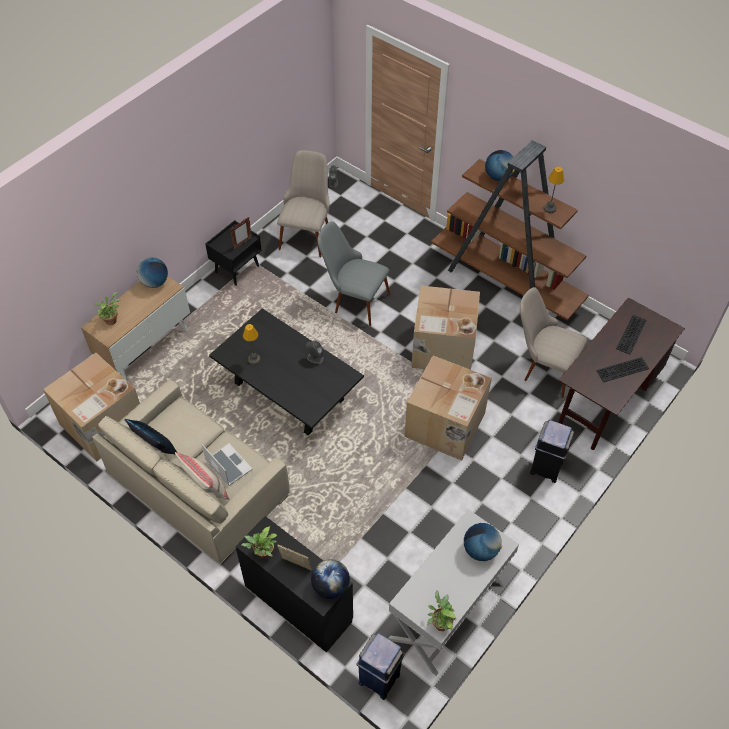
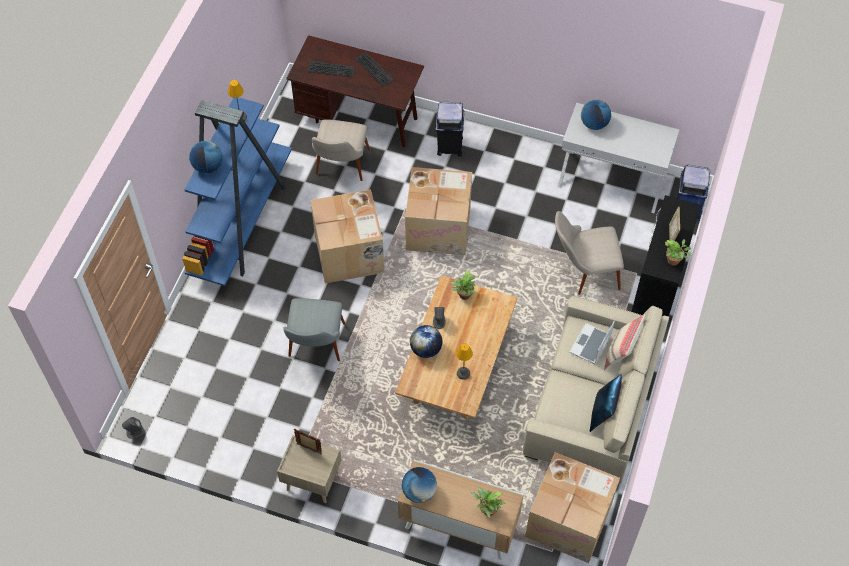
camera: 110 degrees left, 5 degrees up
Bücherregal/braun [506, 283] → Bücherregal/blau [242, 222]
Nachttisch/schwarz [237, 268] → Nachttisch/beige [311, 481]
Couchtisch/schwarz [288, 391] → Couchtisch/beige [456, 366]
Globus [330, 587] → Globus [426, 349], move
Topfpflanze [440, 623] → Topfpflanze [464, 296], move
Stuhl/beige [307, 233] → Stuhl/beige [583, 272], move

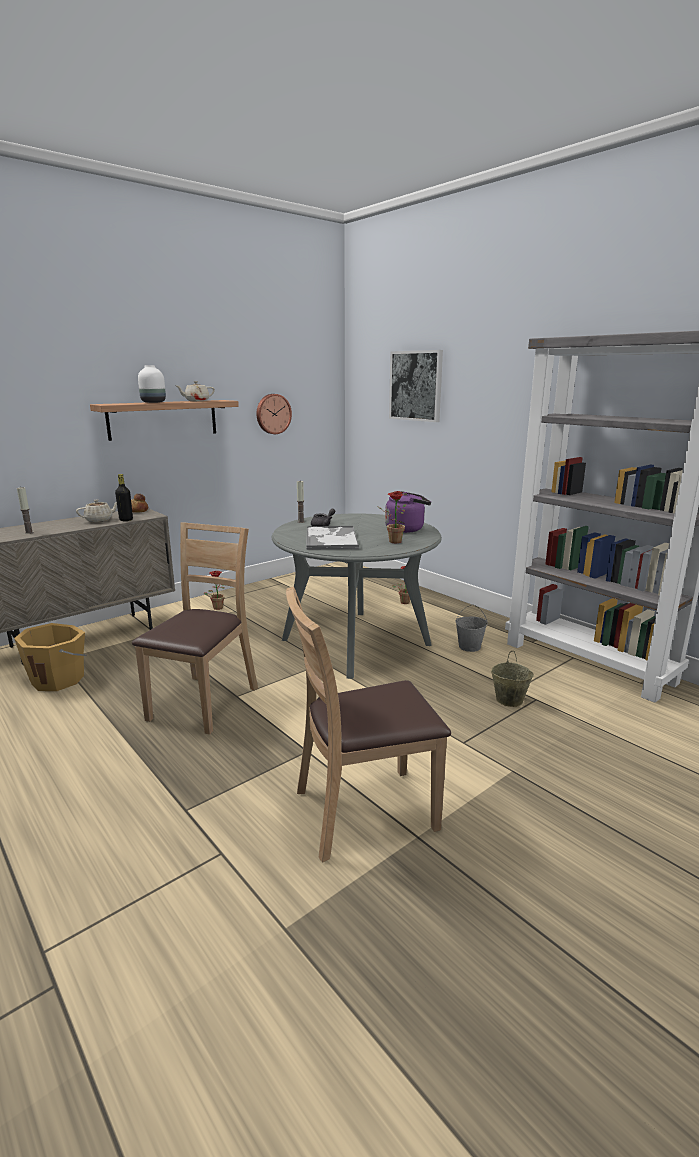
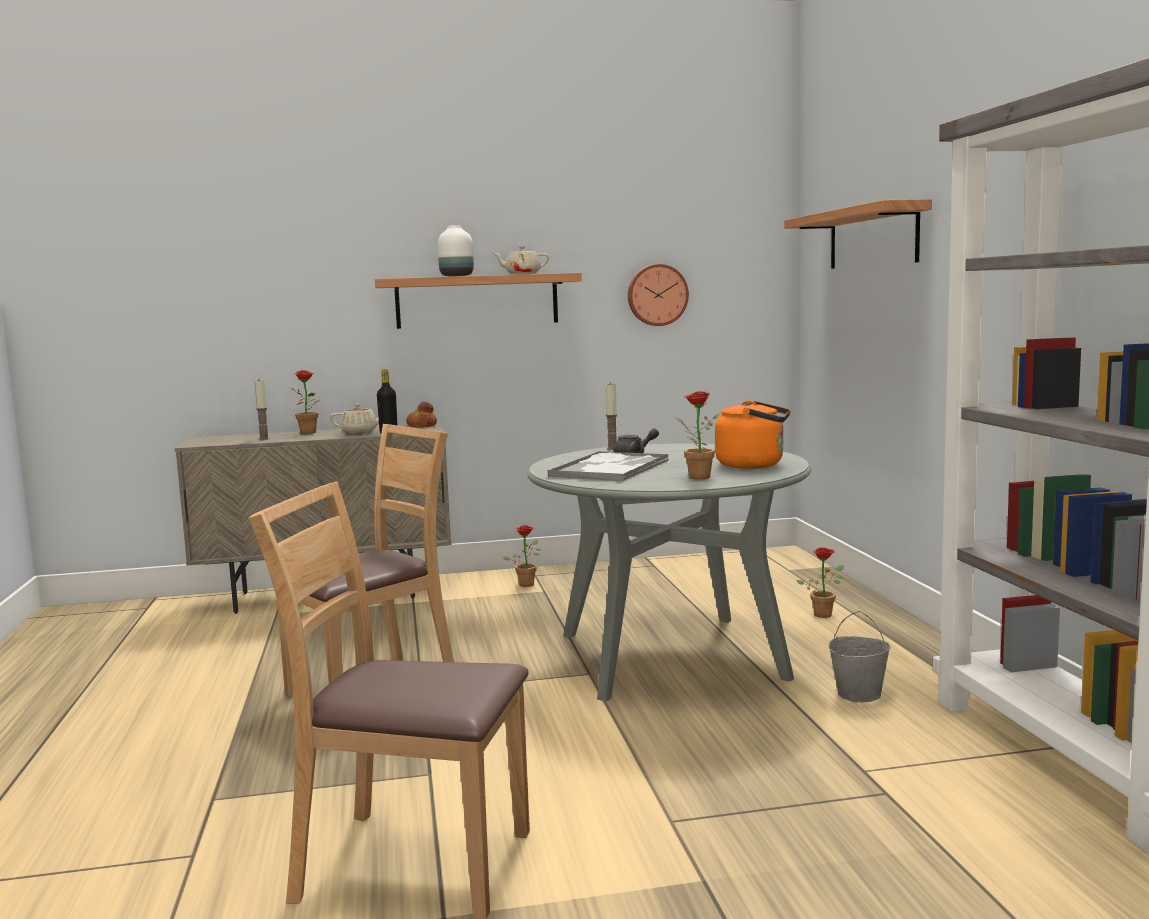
camera: 30 degrees right, 10 degrees down
- → Topfpflanze [310, 433]
Wasserkessel/lila [407, 529] → Wasserkessel/orange [754, 465]
Bild [416, 386] → Wandregal [872, 238]
Eimer/orange [59, 679] → -
Eimer/beige [508, 700] → -

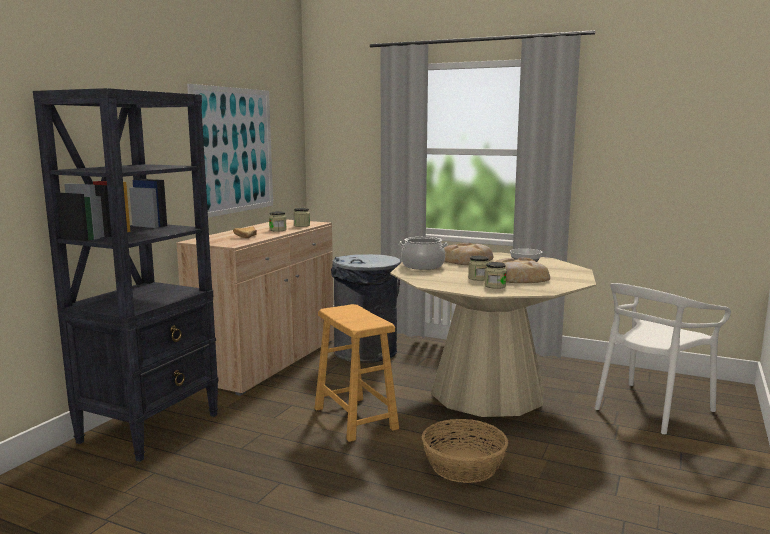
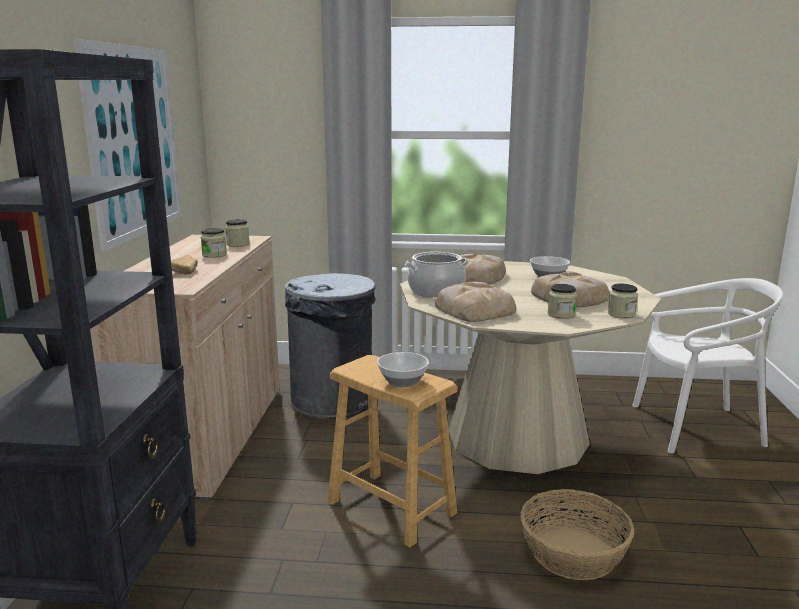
camera: 20 degrees left, 5 degrees up
- → Schüssel [403, 382]
- → Brot [475, 309]
Vorratsglas [478, 278] → Vorratsglas [621, 314], move
Stuhl/weiß [651, 408] → Stuhl/weiß [695, 428], 120 degrees counterclockwise

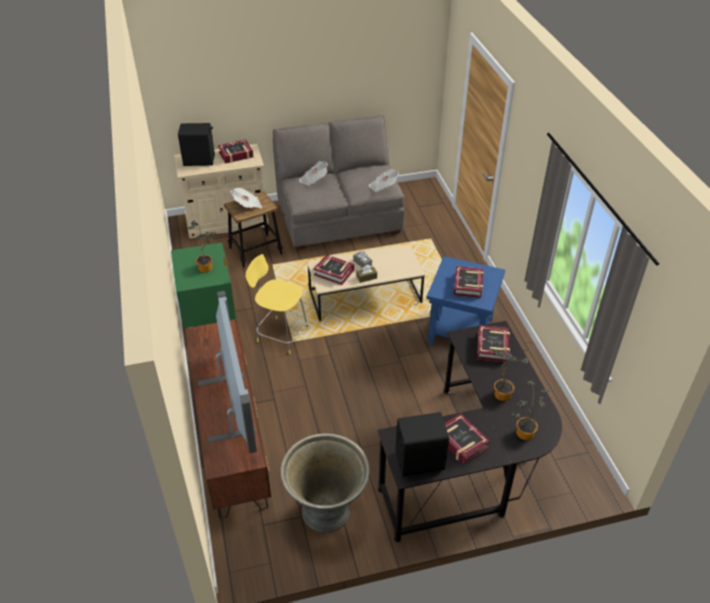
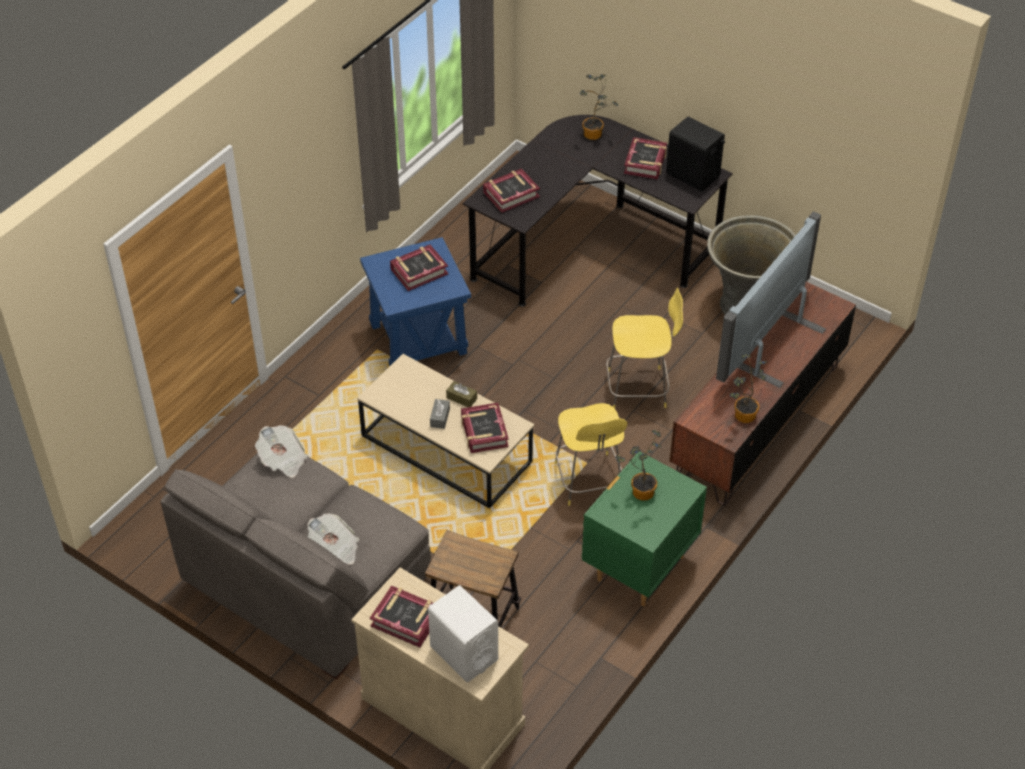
camera: 130 degrees left, 5 degrees up
Lautsprecher/schwarz [199, 160] → Lautsprecher/weiß [463, 653]
- → Hocker/gelb [639, 389]
Topfpflanze [502, 392] → Topfpflanze [742, 417], move
Zeitung [247, 205] → -

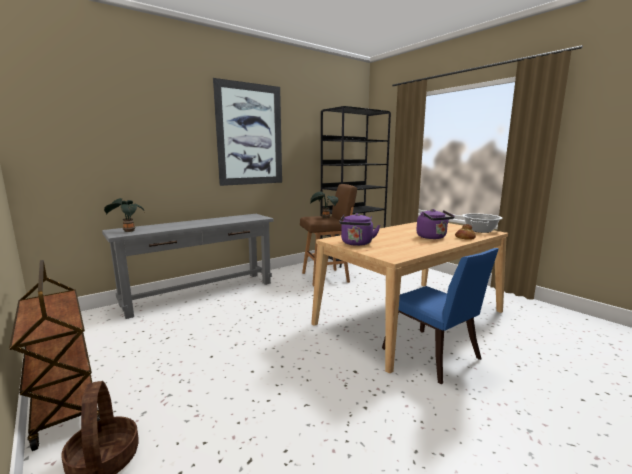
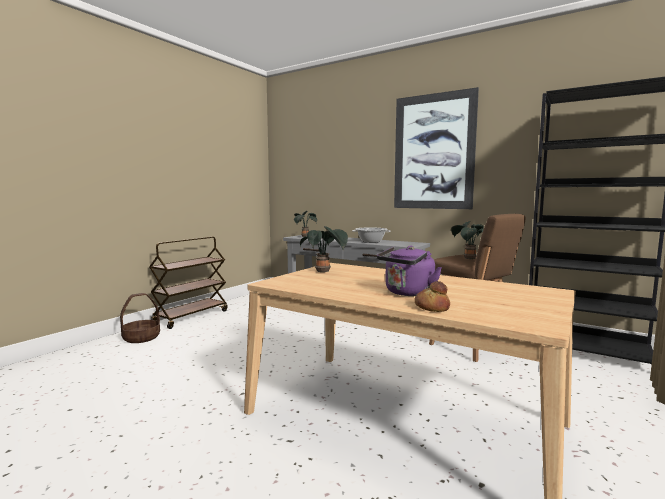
camera: 70 degrees right, 5 degrees down
Wasserkessel/lila [356, 244] → Topfpflanze [324, 271]
Kochtopf [480, 230] → Kochtopf [371, 241], move
Stuhl/blau [434, 357] → -

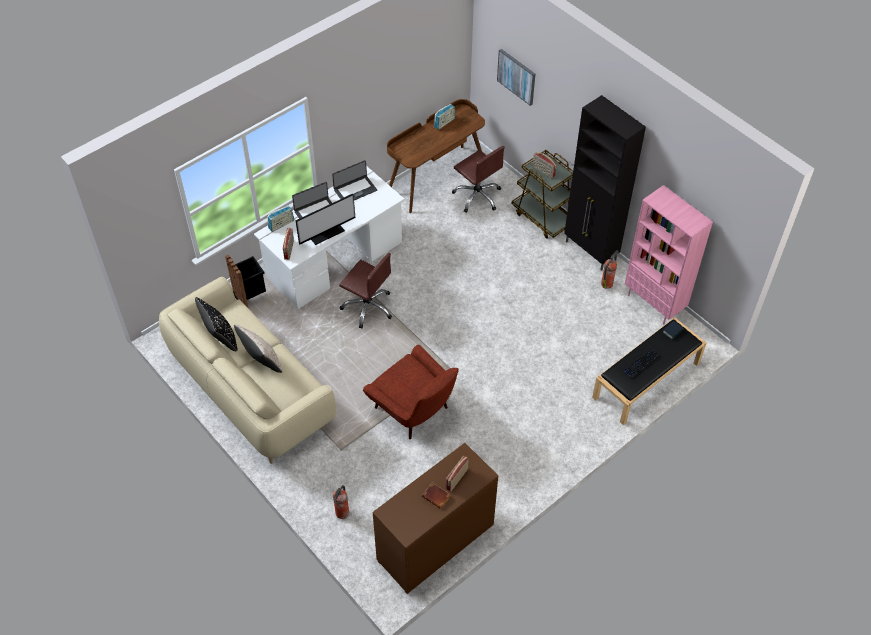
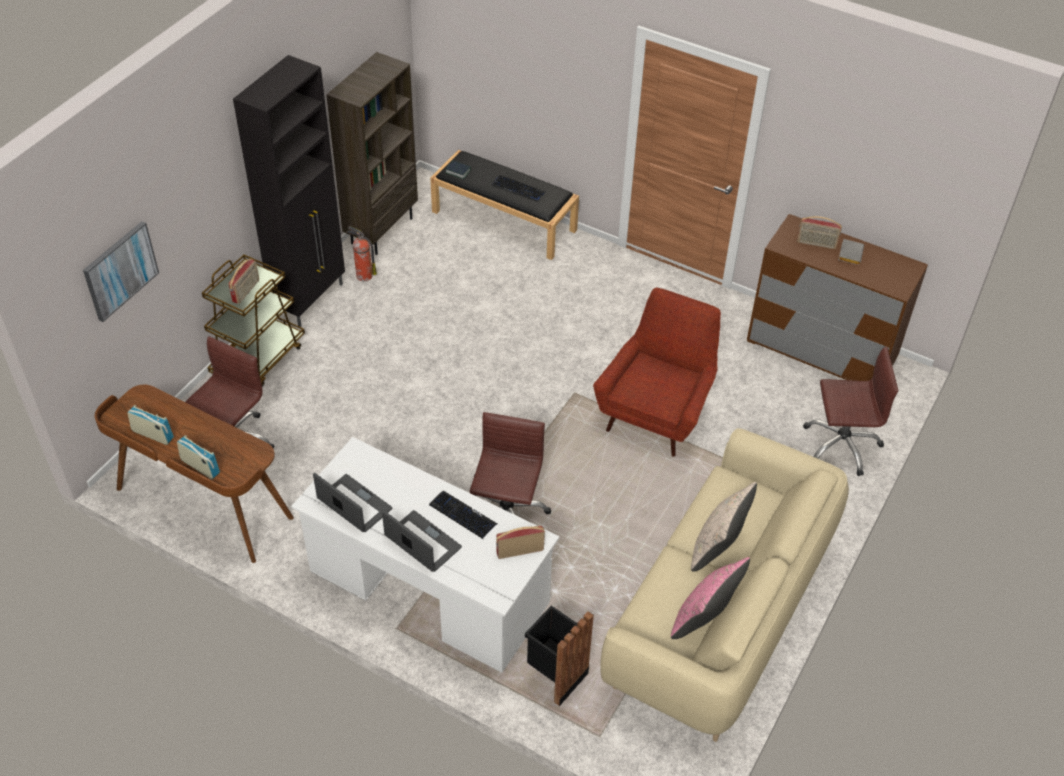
camera: 110 degrees left, 5 degrees down
Radio [281, 224] → Radio [200, 466], move
Bücherregal/rosa [654, 303] → Bücherregal/braun [381, 230]
Monitor [325, 232] → Tastatur [462, 515]
Kissen/schwarz [220, 337] → Kissen/rosa [703, 618]
Feuerlöscher [342, 513] → Bürostuhl/braun [841, 444]
Buch/braun [437, 496] → Buch/grau [849, 253]

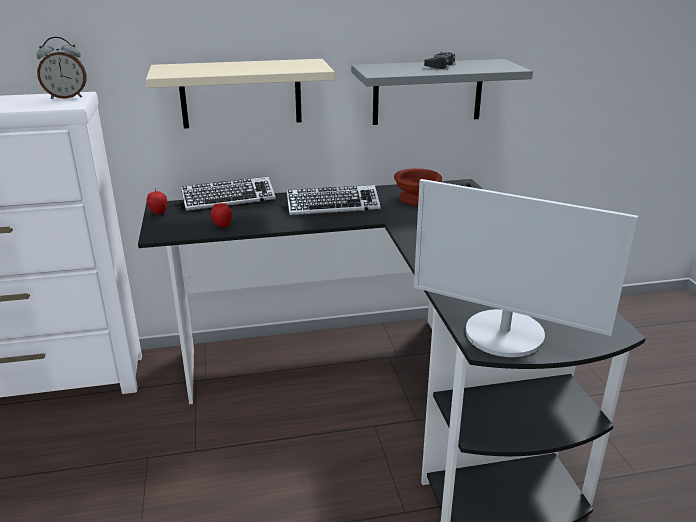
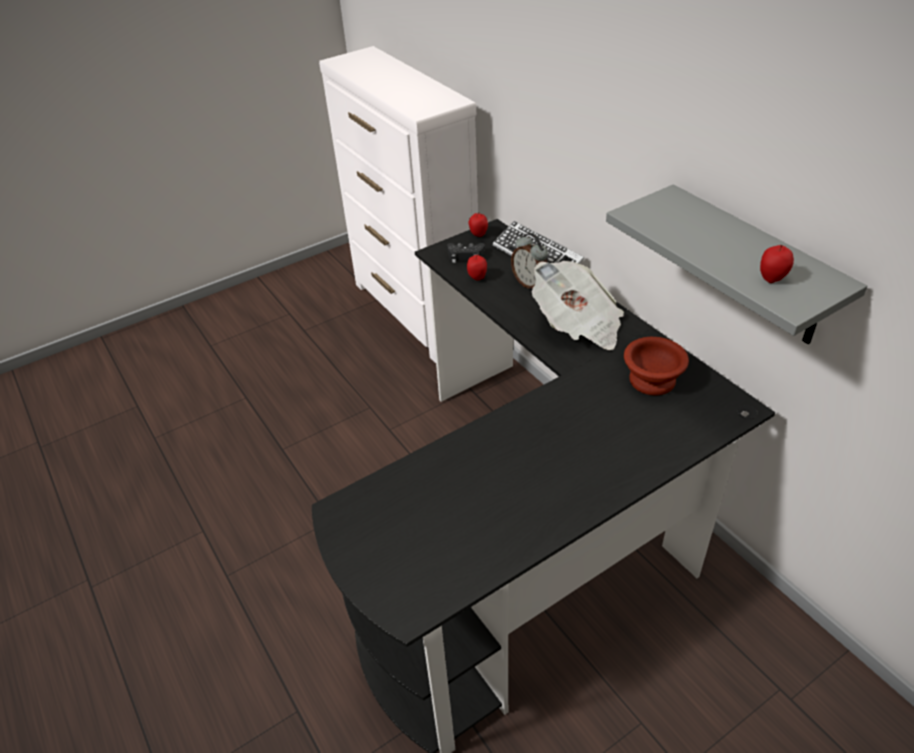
camera: 70 degrees right, 15 degrees up
Gamepad/schwarz [440, 66] → Gamepad/schwarz [465, 256], move
Wecker [67, 97] → Wecker [530, 283], move
Tastatur [333, 206] → Zeitung [578, 325]
- → Apfel [772, 279]
Wandregal/beige [241, 93] → -
Monitor [504, 334] → -

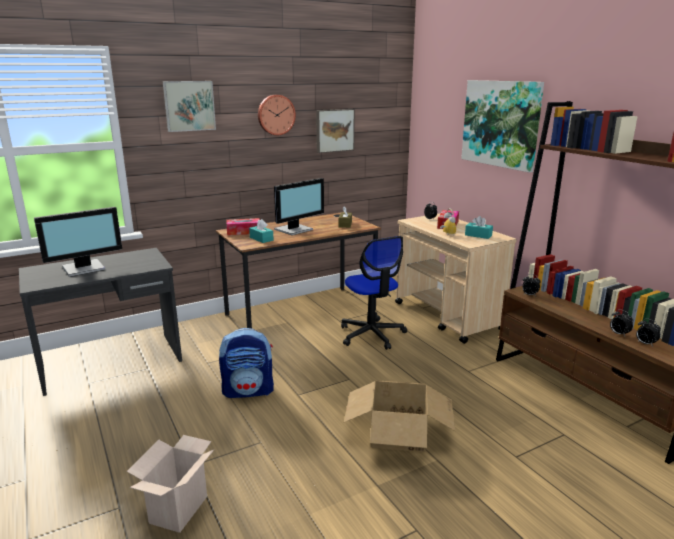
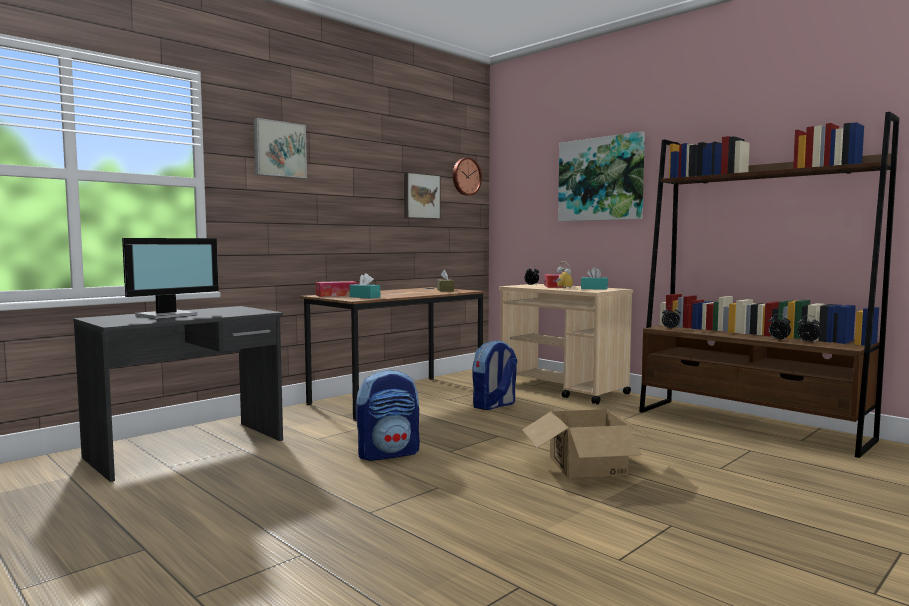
camera: 15 degrees left, 15 degrees down
Wanduhr [275, 115] → Wanduhr [465, 176], move
Bürostuhl [372, 334] → Rucksack [494, 405]
Karton [178, 508] → -
Monitor [295, 230] → -

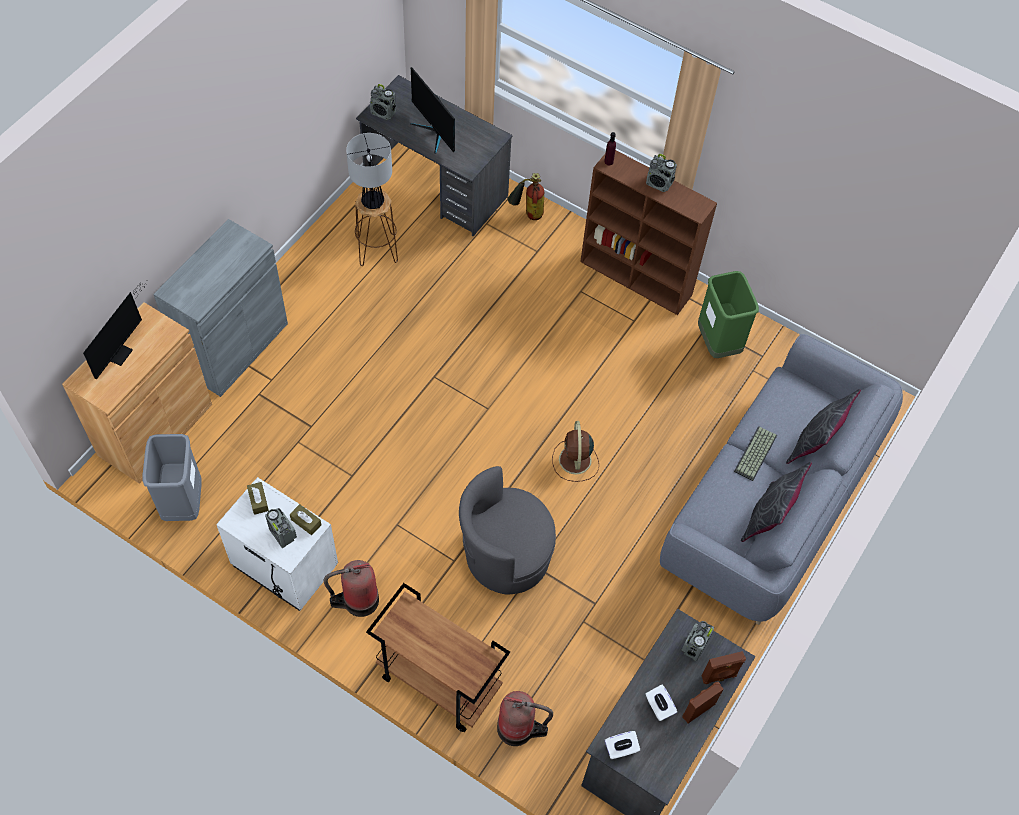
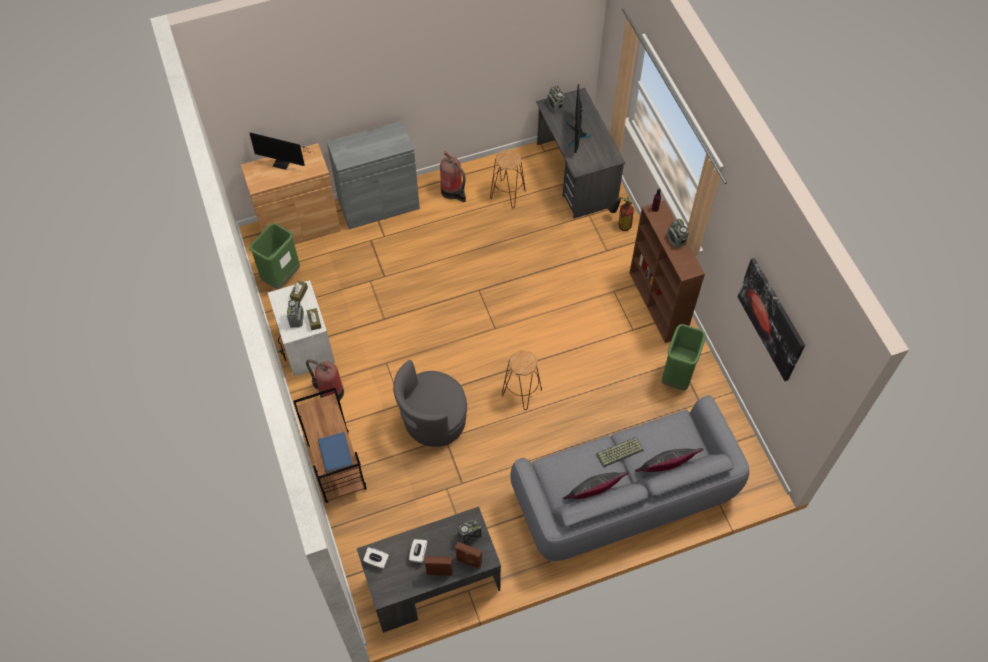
camera: 40 degrees right, 0 degrees up
Monitor [121, 351] → Monitor [284, 163], 45 degrees clockwise
Mülleimer/grau [183, 503] → Mülleimer/grün [281, 277]
- → Buch/blau [336, 452]
Sessel/grau [505, 555] → Sessel/grau [433, 420], 60 degrees counterclockwise
Feuerlöscher [518, 728] → Feuerlöscher [453, 191], move
Ventilator/braun [575, 461] → Hocker/braun [521, 392]
- → Bild [771, 319]
Tischlampe [373, 202] → -

